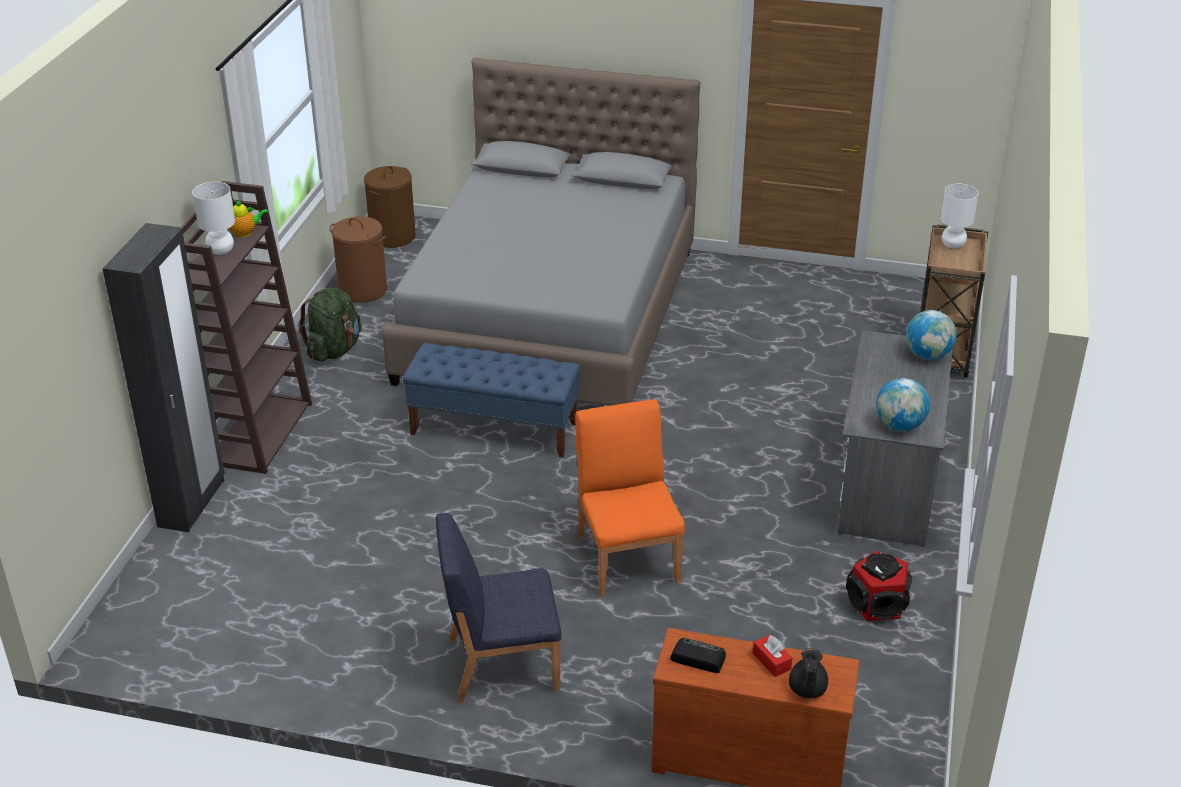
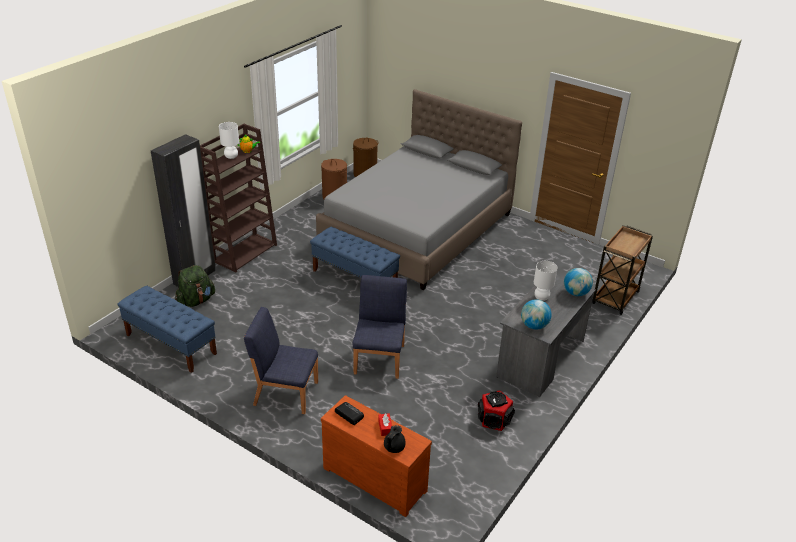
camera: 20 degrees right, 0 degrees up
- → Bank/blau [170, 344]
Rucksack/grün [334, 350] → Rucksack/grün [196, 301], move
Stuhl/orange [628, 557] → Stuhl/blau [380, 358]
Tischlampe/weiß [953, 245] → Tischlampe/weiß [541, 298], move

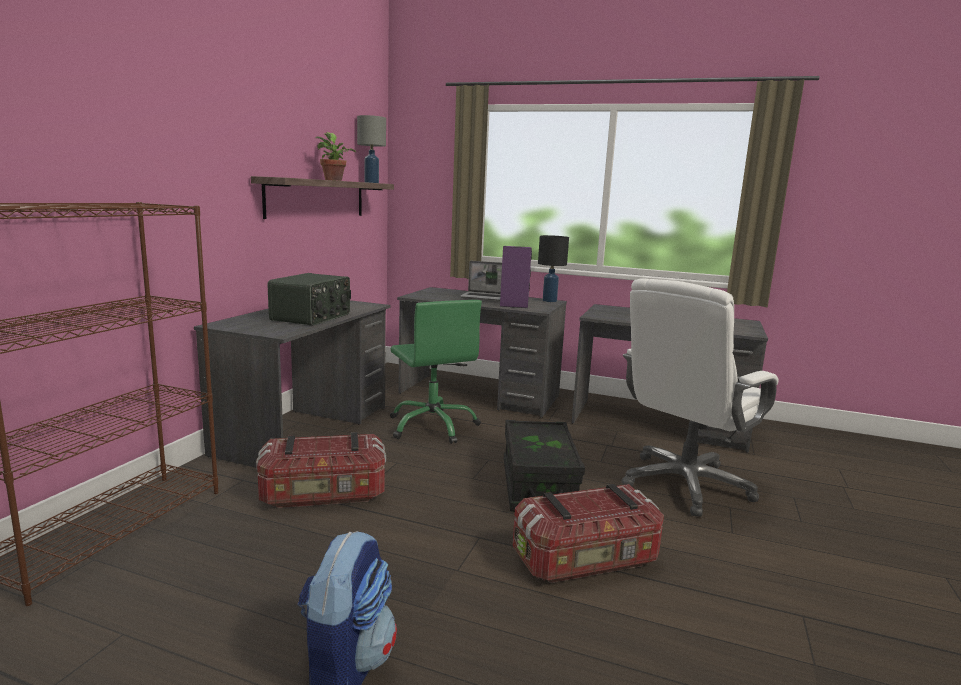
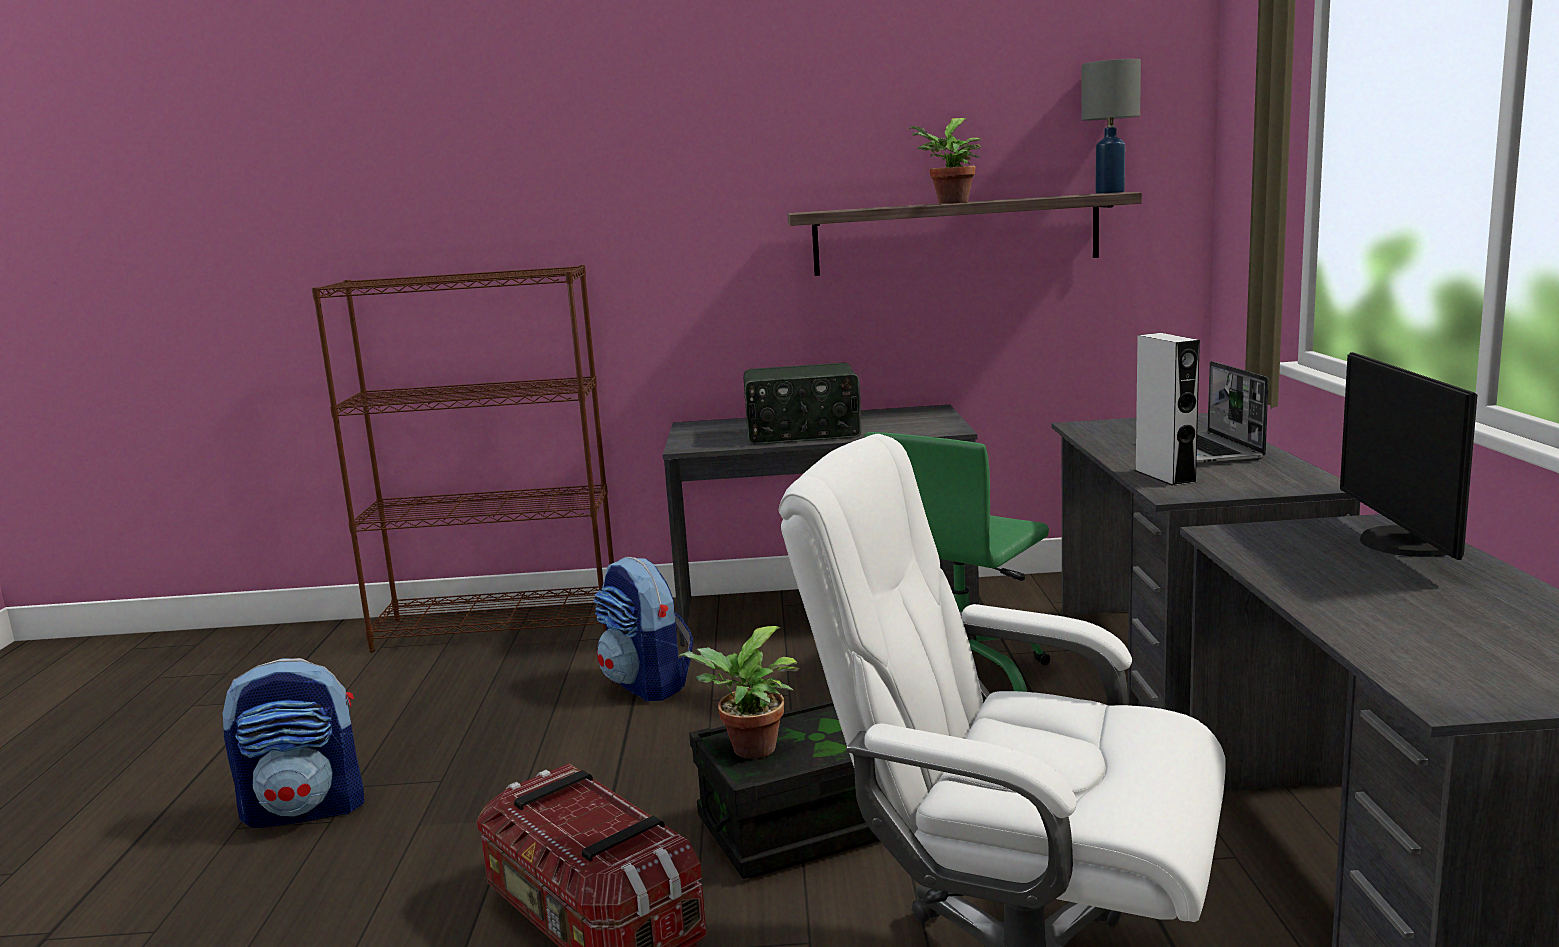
camera: 70 degrees right, 0 degrees up
Aufbewahrungsbox [323, 495] → Rucksack [647, 685]
- → Topfpflanze [749, 750]
Lautsprecher/lila [514, 306] → Lautsprecher/grau [1165, 476]
- → Monitor [1403, 543]
Tischlampe/schwarz [549, 301] → -

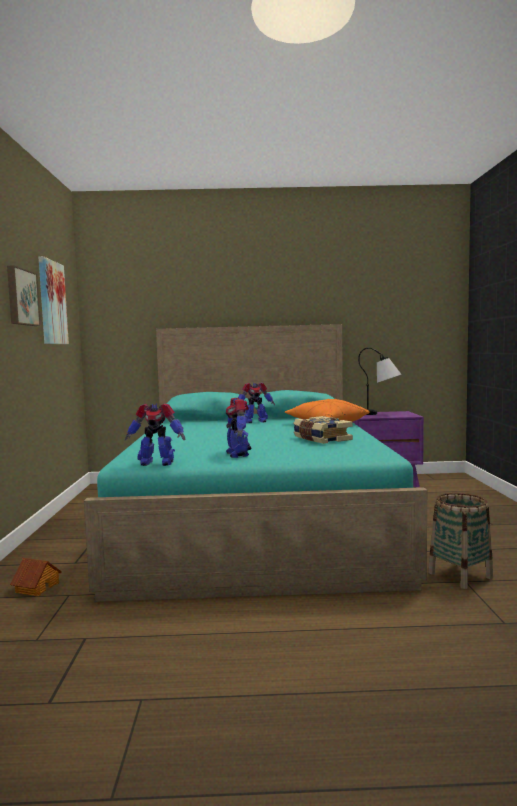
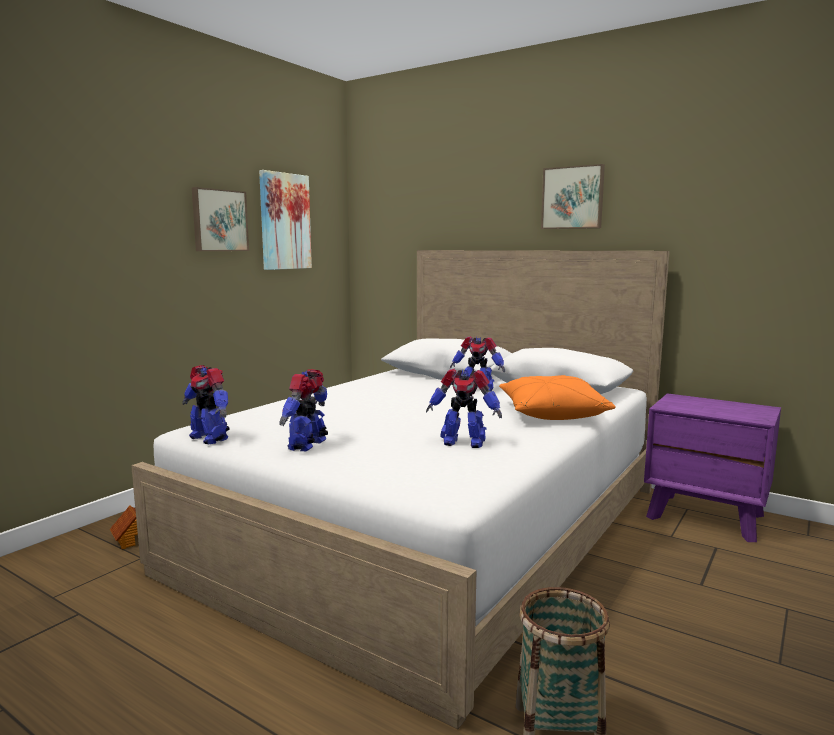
camera: 35 degrees right, 5 degrees up
Bett/türkis [256, 520] → Bett/weiß [434, 526]
Buch [321, 439] → Spielzeugroboter [463, 442]
- → Bild [573, 198]
Tischlampe [380, 414] → -

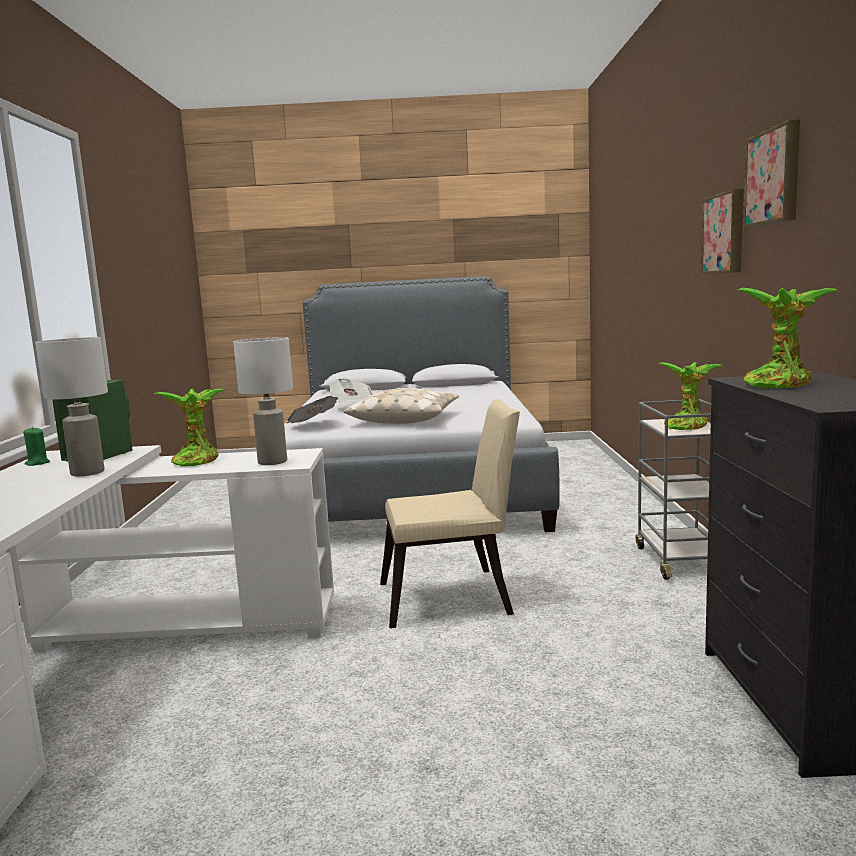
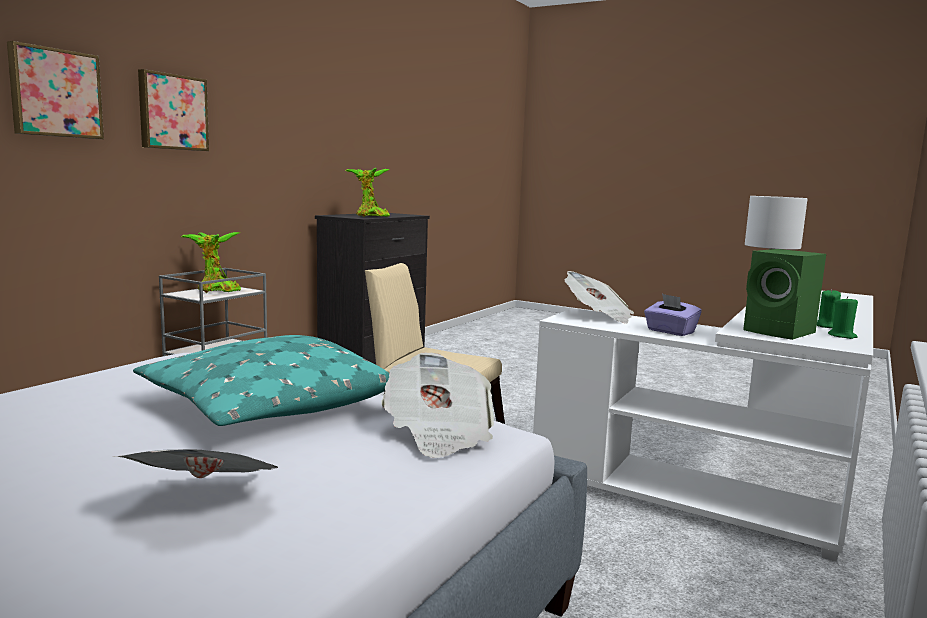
camera: 150 degrees left, 0 degrees up
Bild [775, 177] → Bild [55, 93], move
Kissen/beige [404, 419] → Kissen/türkis [265, 408]
Tischlampe/weiß [271, 462] → Zeitung [598, 316]
Topfpflanze [196, 460] → Taschentuchbox/lila [670, 331]
- → Kerze/grün [826, 326]

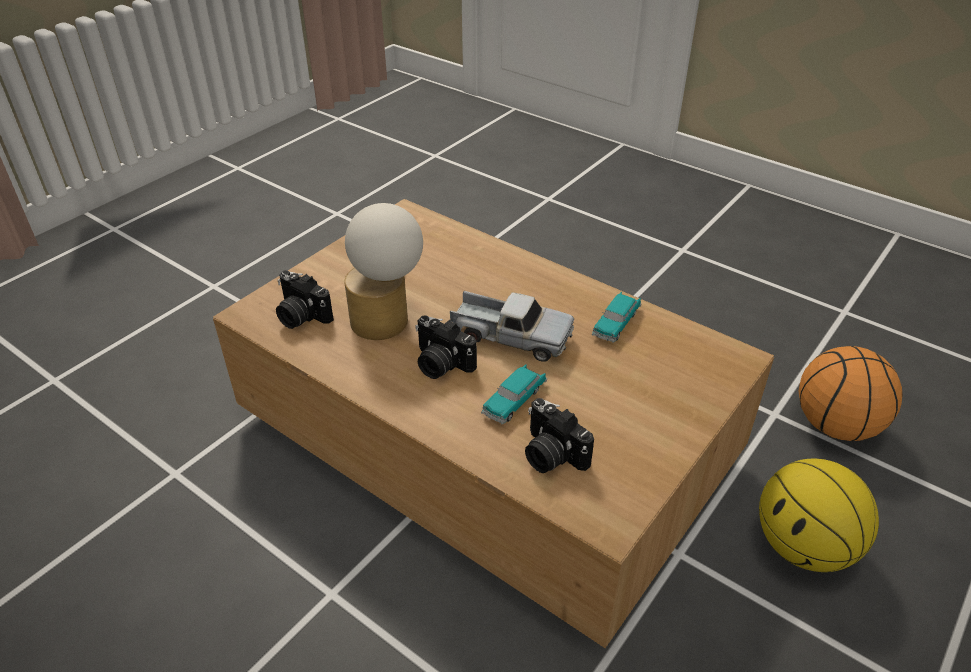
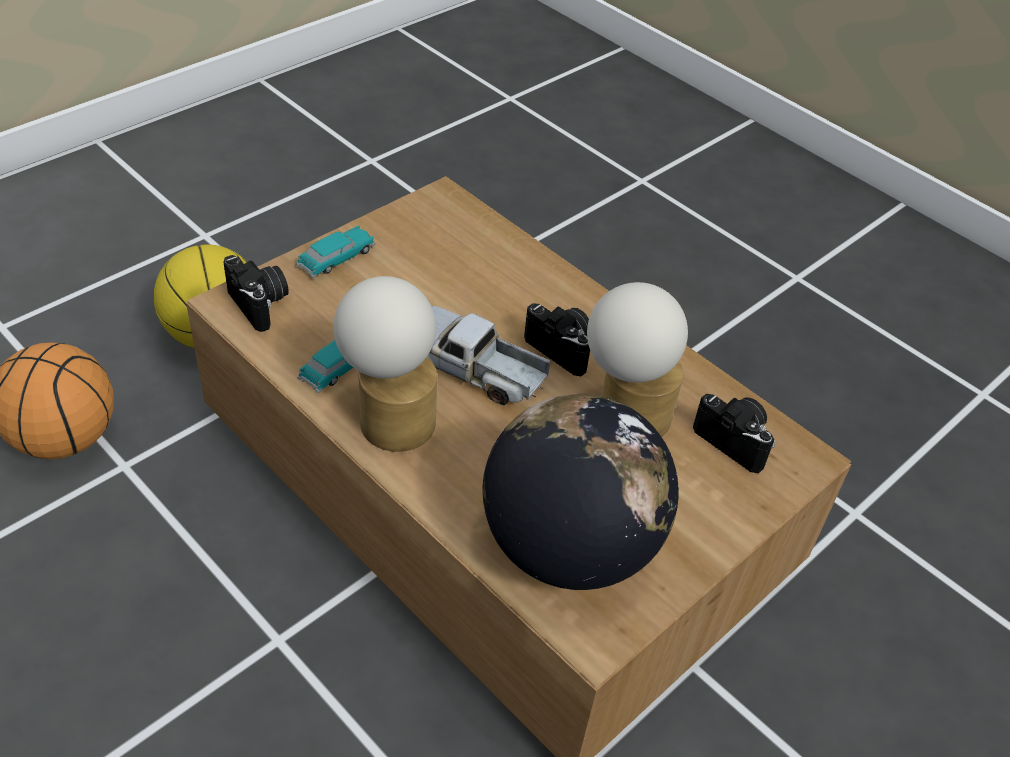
camera: 175 degrees left, 5 degrees up
Kamera [550, 455] → Kamera [261, 304], move
Spielzeugauto [514, 400] → Spielzeugauto [337, 258], move
- → Tischlampe [390, 416]
- → Globus [569, 547]

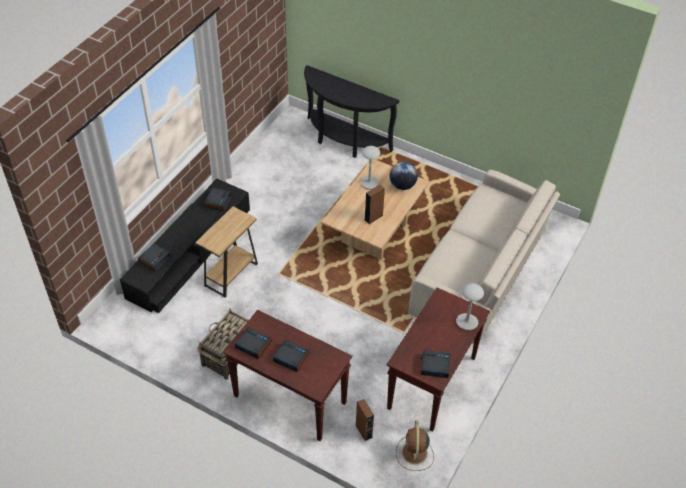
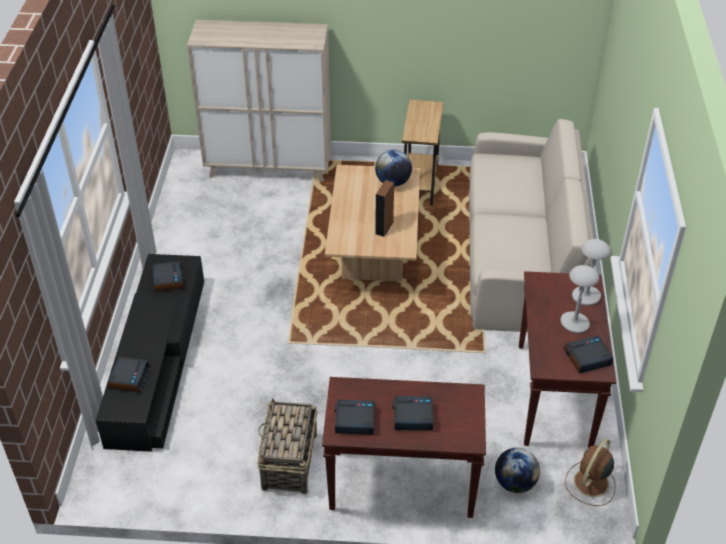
camera: 25 degrees left, 5 degrees down
Konsolentisch/schwarz [343, 141] → Schrank/beige [269, 167]
Beistelltisch/braun [231, 274] → Beistelltisch/braun [420, 184], move
Lautsprecher/braun [363, 431] → Globus [515, 483]
Tischlampe/grau [369, 183] → Tischlampe/grau [574, 323], move
Ventilator/braun [414, 454] → Ventilator/braun [590, 483], 60 degrees clockwise

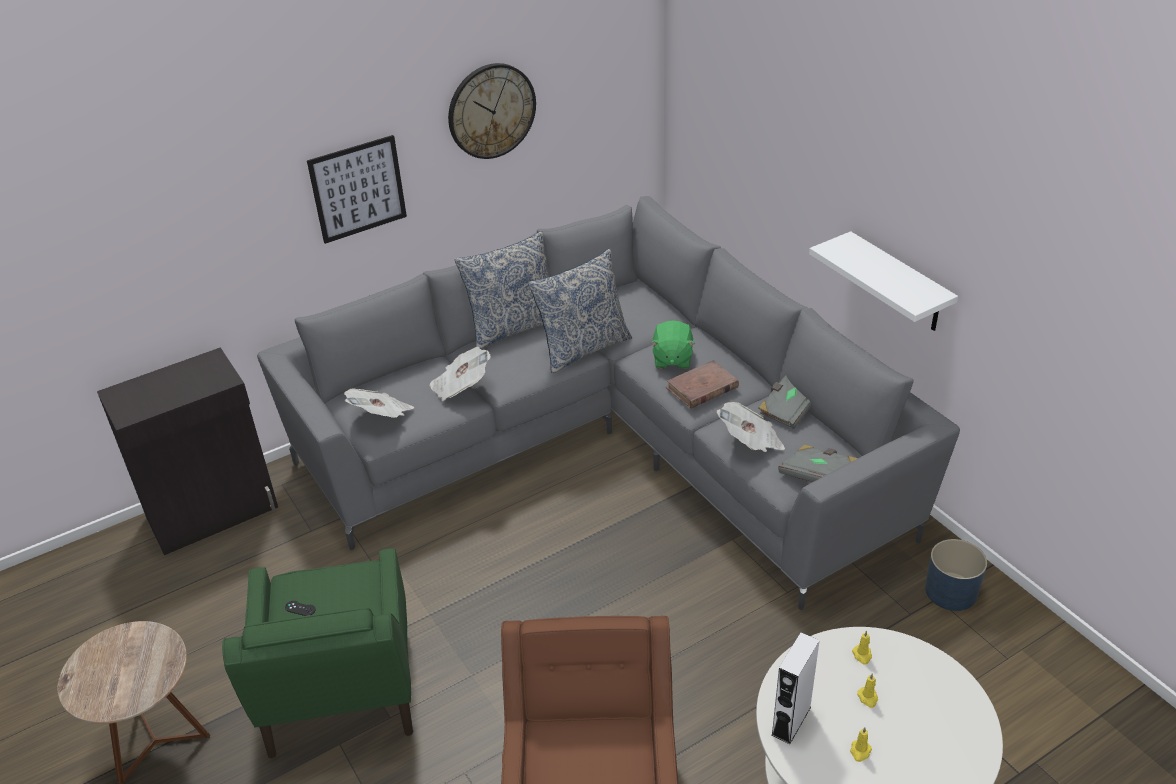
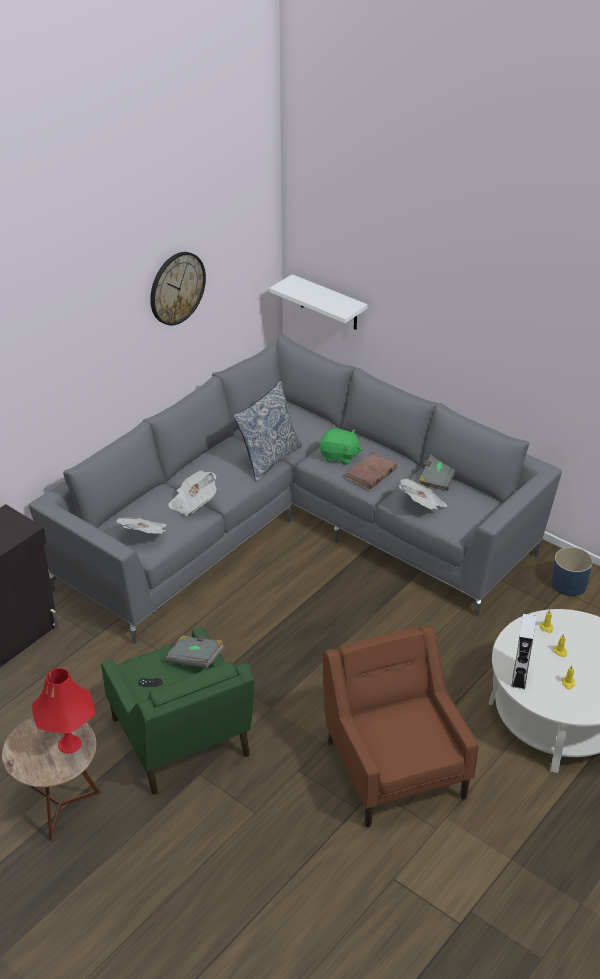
camera: 20 degrees left, 0 degrees up
- → Tischlampe/rot [69, 744]
Buch/grau [817, 476] → Buch/grau [195, 659], move
Wandregal/weiß [898, 283] → Wandregal/weiß [329, 303], move
Plüschtier/grün [672, 359] → Plüschtier/grün [339, 456], 60 degrees counterclockwise
Bild [358, 189] → -
Kissen [513, 327] → -

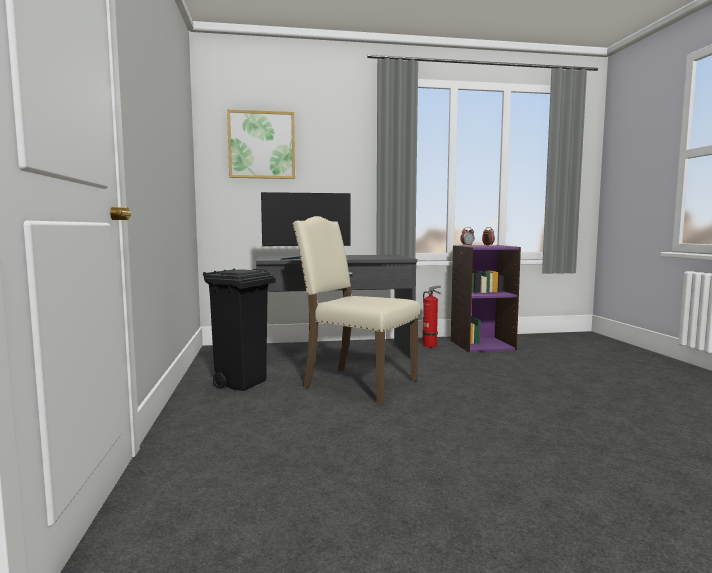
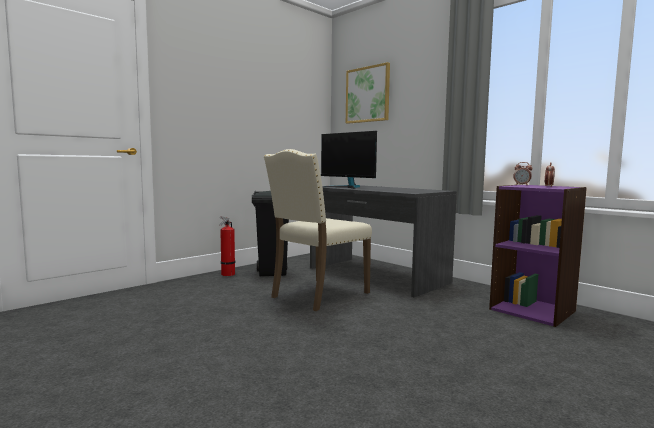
camera: 55 degrees right, 0 degrees up
Feuerlöscher [431, 346] → Feuerlöscher [227, 274], move
Stuhl/beige [357, 384] → Stuhl/beige [317, 295], 135 degrees counterclockwise

